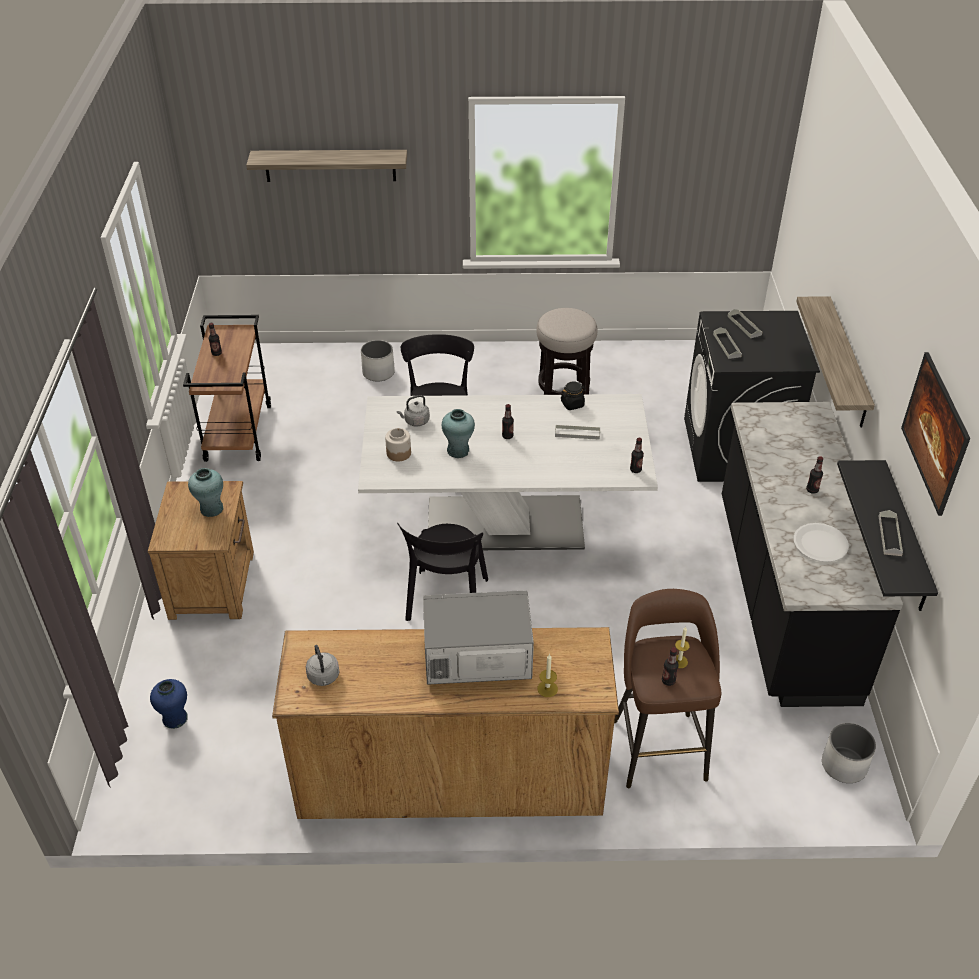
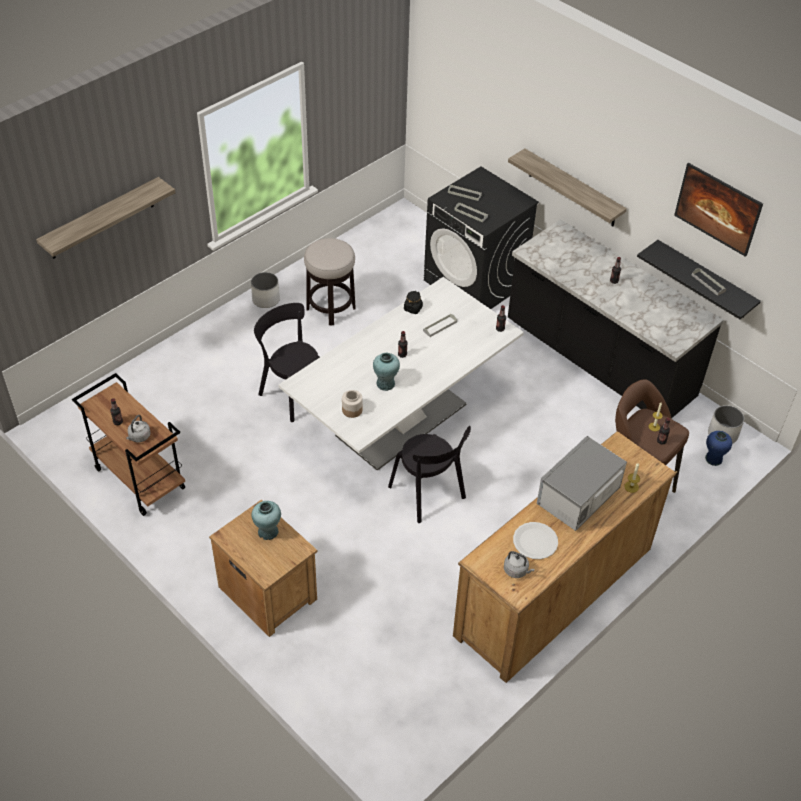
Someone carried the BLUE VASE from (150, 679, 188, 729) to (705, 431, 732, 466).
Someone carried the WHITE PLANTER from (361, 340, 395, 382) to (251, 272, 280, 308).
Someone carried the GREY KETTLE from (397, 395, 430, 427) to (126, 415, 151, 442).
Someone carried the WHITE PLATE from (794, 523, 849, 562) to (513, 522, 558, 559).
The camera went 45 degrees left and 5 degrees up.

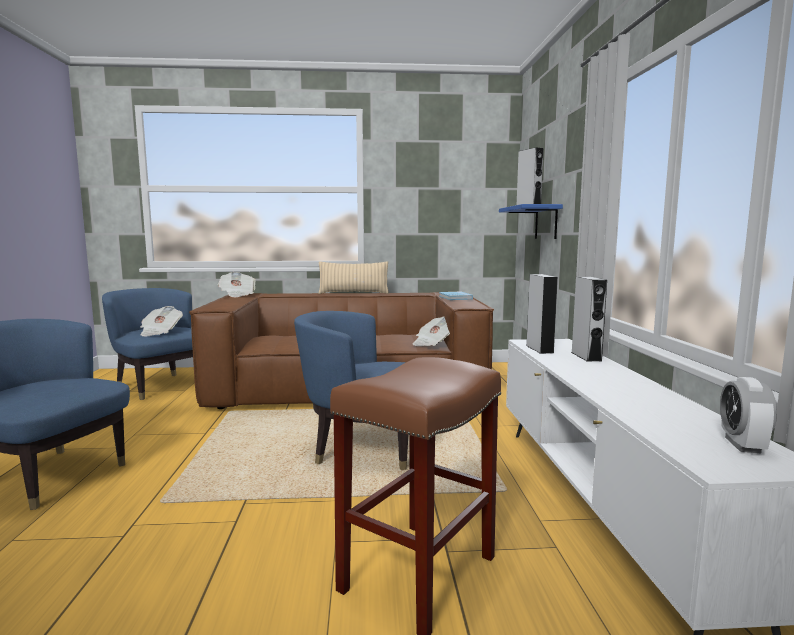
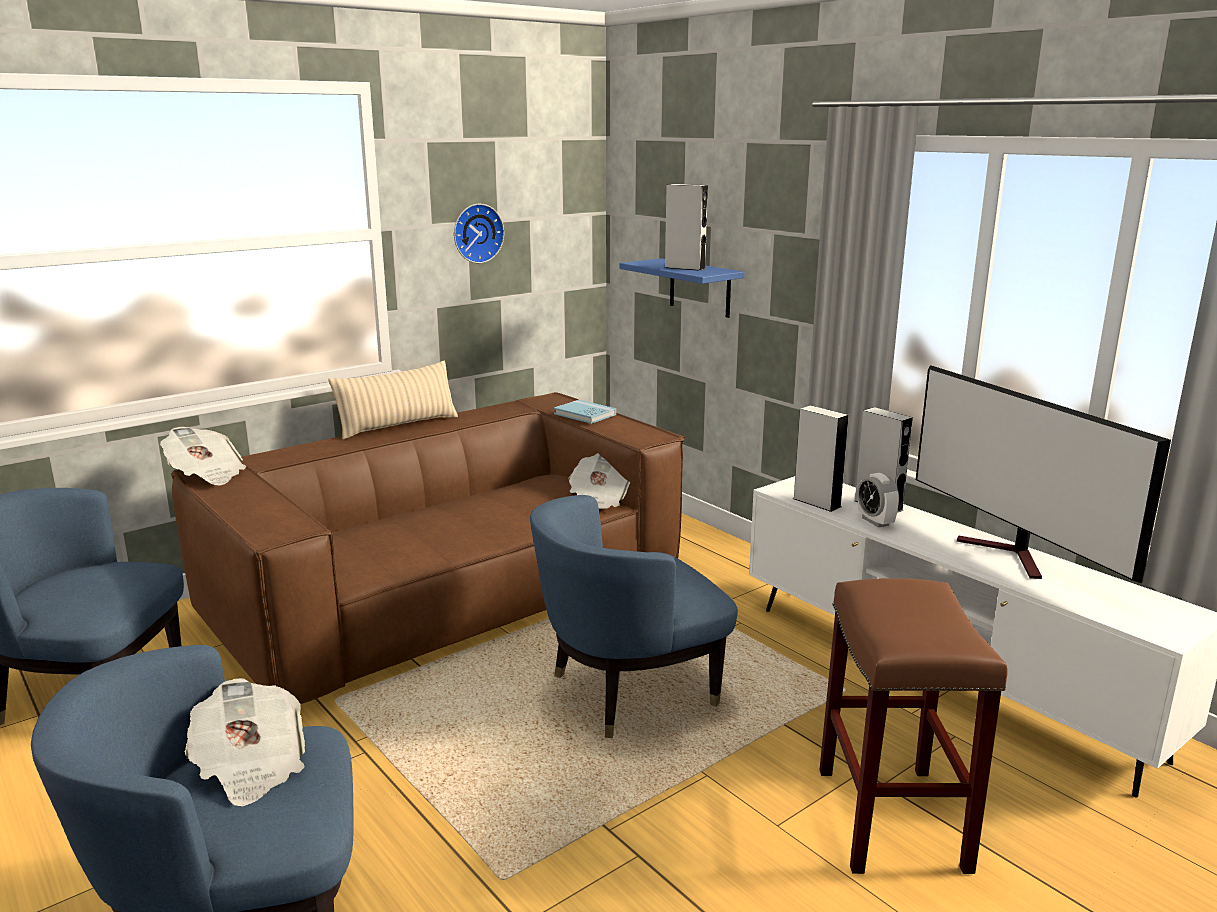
Someone put up the WALL CLOCK at (454, 204, 504, 263).
Someone put down the TELEVISION at (916, 365, 1171, 583).
Someone carried the NEWSPAPER from (140, 306, 183, 336) to (185, 678, 305, 806).
Someone carried the ALARM CLOCK from (720, 377, 777, 453) to (858, 473, 899, 528).
The camera went 35 degrees left and 10 degrees up.

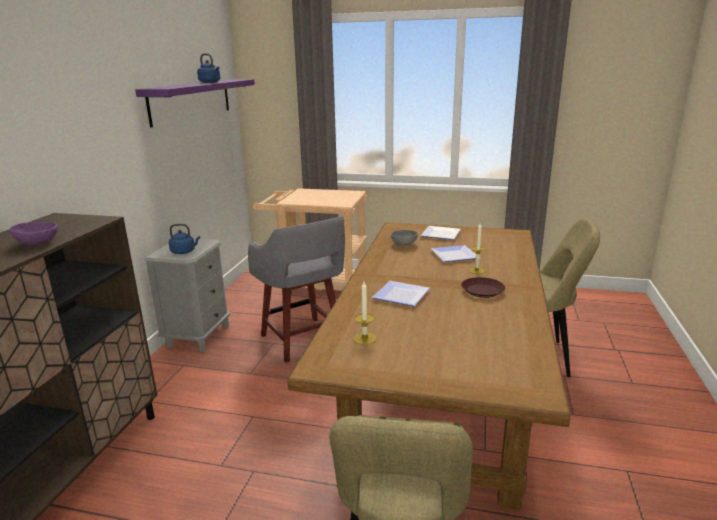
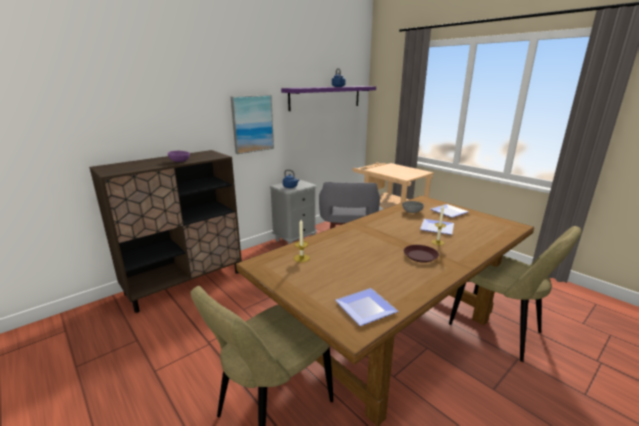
Someone put up the PICTURE at (230, 95, 274, 154).
Someone carried the PLATE from (372, 281, 430, 306) to (335, 288, 398, 326).
The camera went 35 degrees right and 0 degrees up.

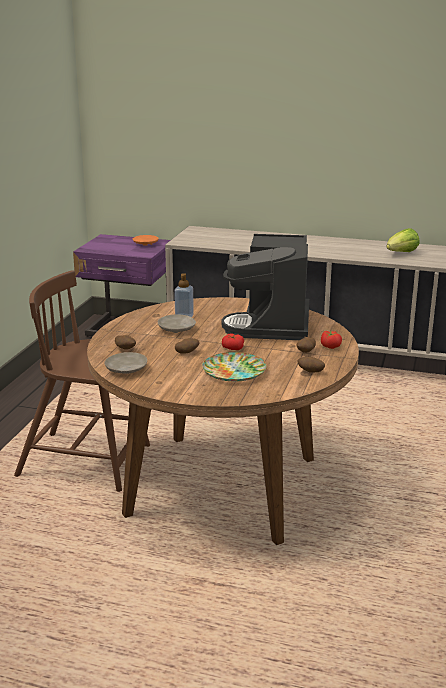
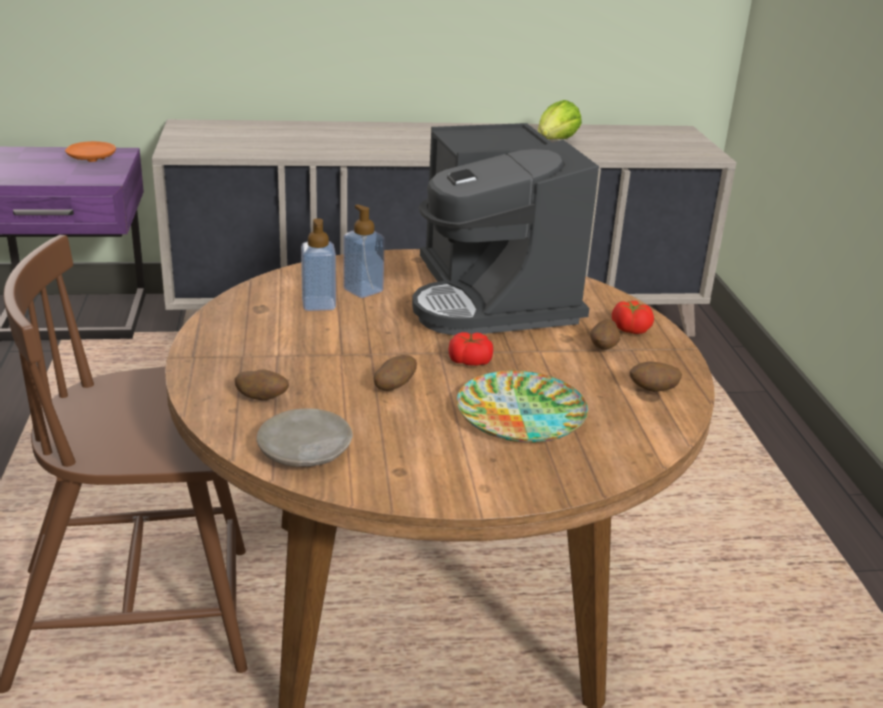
Someone took away the BEIGE PLATE at (158, 314, 196, 333).
Someone put down the SOAP DISPENSER at (343, 204, 385, 298).
The camera went 25 degrees left and 5 degrees up.

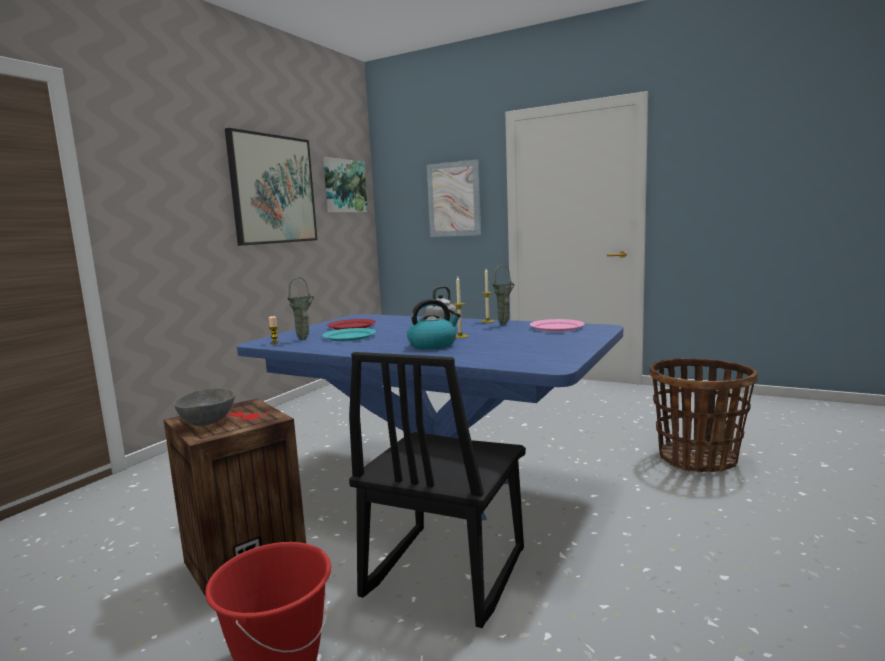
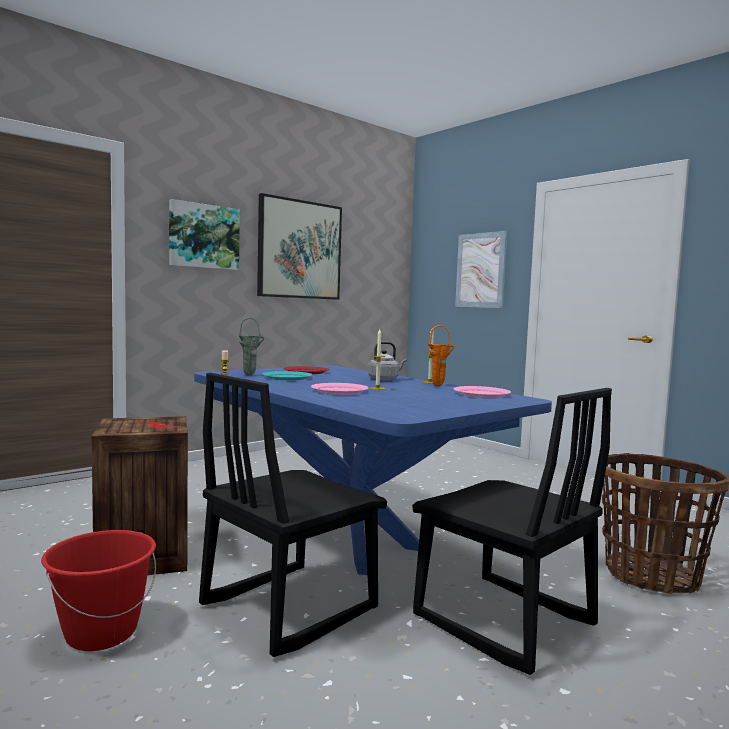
Someone took away the GREY BOWL at (174, 388, 235, 426).
Someone put down the BLACK CHAIR at (412, 388, 612, 675).
Someone carried the PICTURE from (323, 157, 368, 213) to (169, 199, 240, 270).
Someone swapped the KETTLE at (407, 299, 461, 350) for the PINK PLATE at (311, 383, 369, 395).
Someone repainted the GREEN VASE at (492, 265, 514, 325), which became the ORANGE VASE at (428, 325, 454, 386).
The camera went 20 degrees right and 5 degrees down.

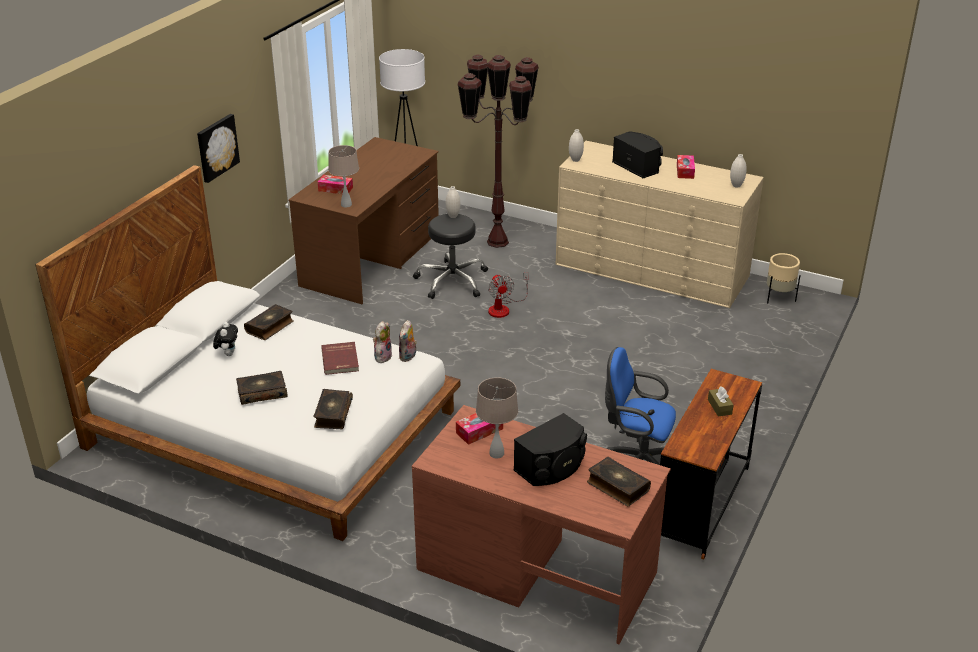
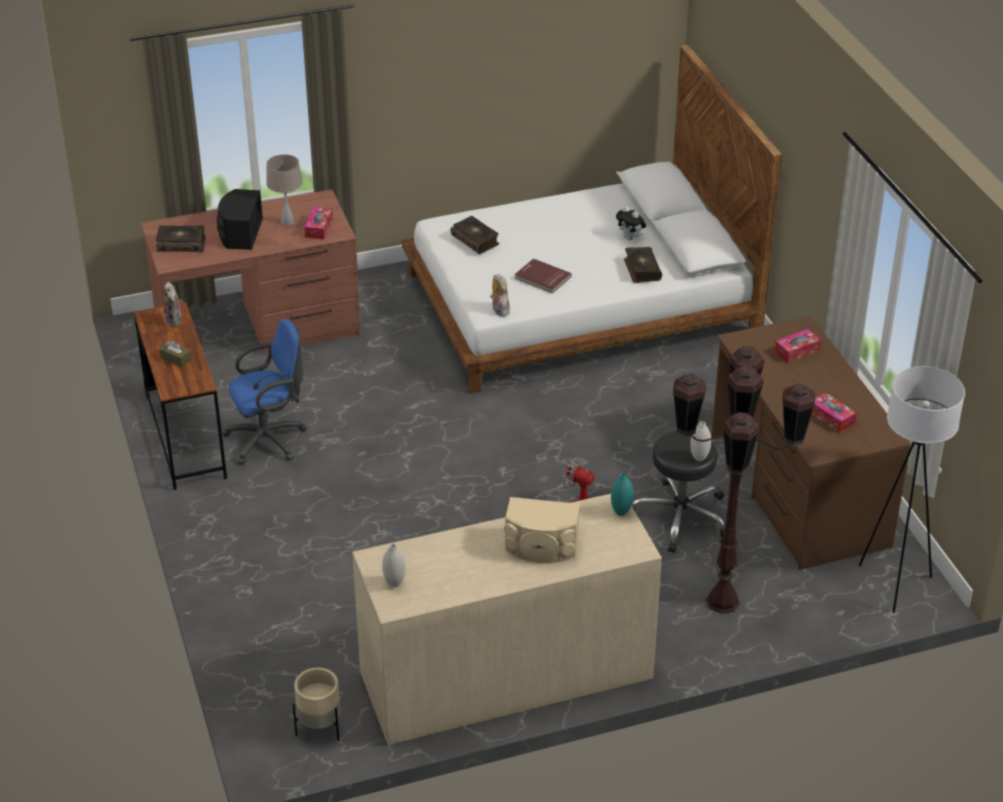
Someone took away the PICTURE at (197, 114, 240, 183).
Someone took away the BOOK at (236, 371, 288, 405).
Someone took away the BEIGE TABLE LAMP at (328, 145, 359, 208).
Someone carried the PLUSH TOY from (373, 321, 392, 363) to (164, 282, 183, 327).
Someone carried the TISSUE BOX from (677, 155, 695, 179) to (812, 392, 856, 433).
Someone repainted the WHITE VASE at (569, 129, 584, 162), which became the TURQUOISE VASE at (611, 473, 633, 516).
Someone repainted the BLACK SPEAKER at (612, 131, 663, 178), which became the BEIGE SPEAKER at (504, 497, 580, 563).
The camera went 135 degrees right and 5 degrees up.

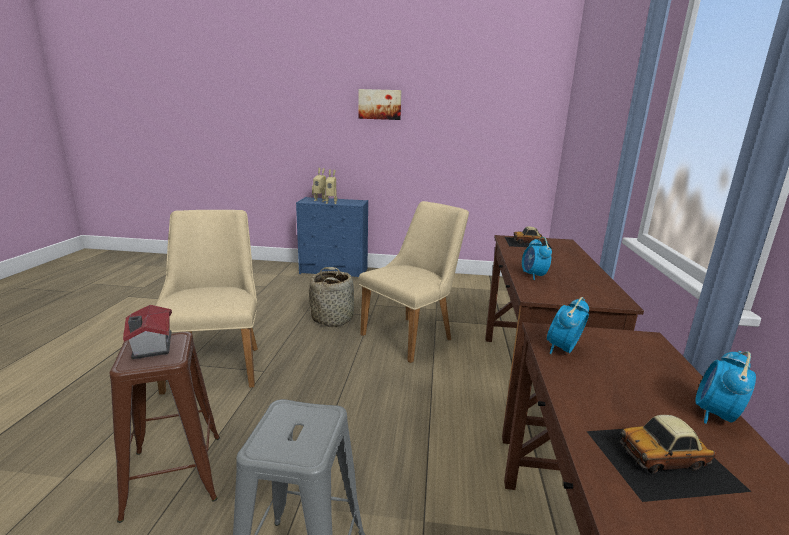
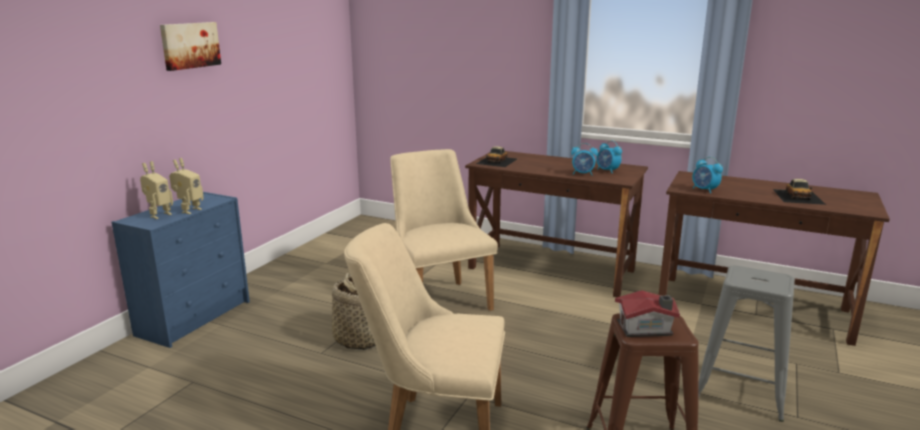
Someone carried the ALARM CLOCK from (695, 351, 756, 424) to (596, 140, 622, 173).
The camera went 70 degrees left and 0 degrees up.

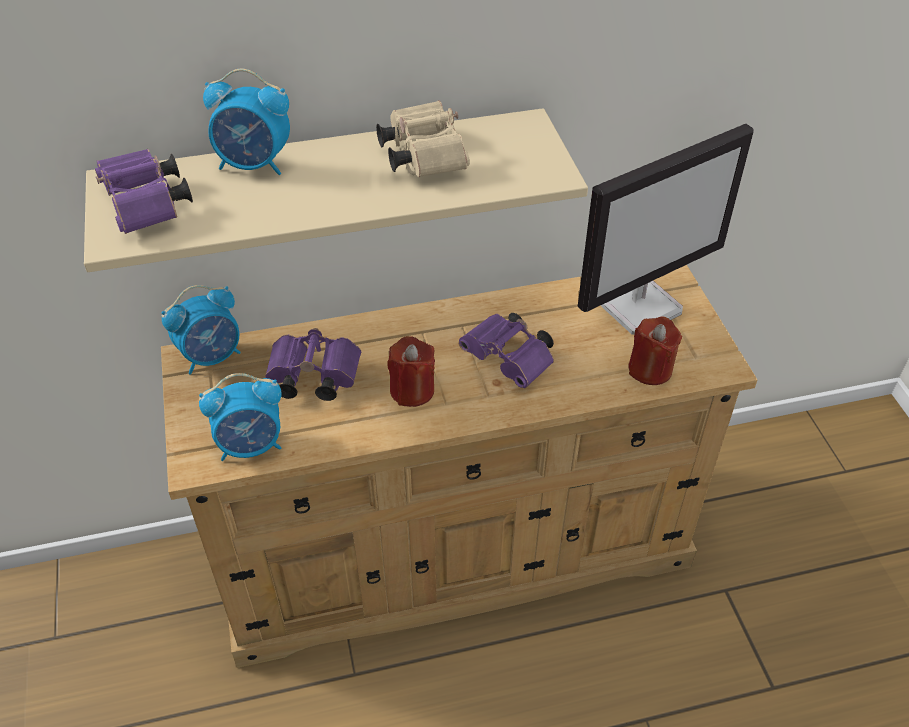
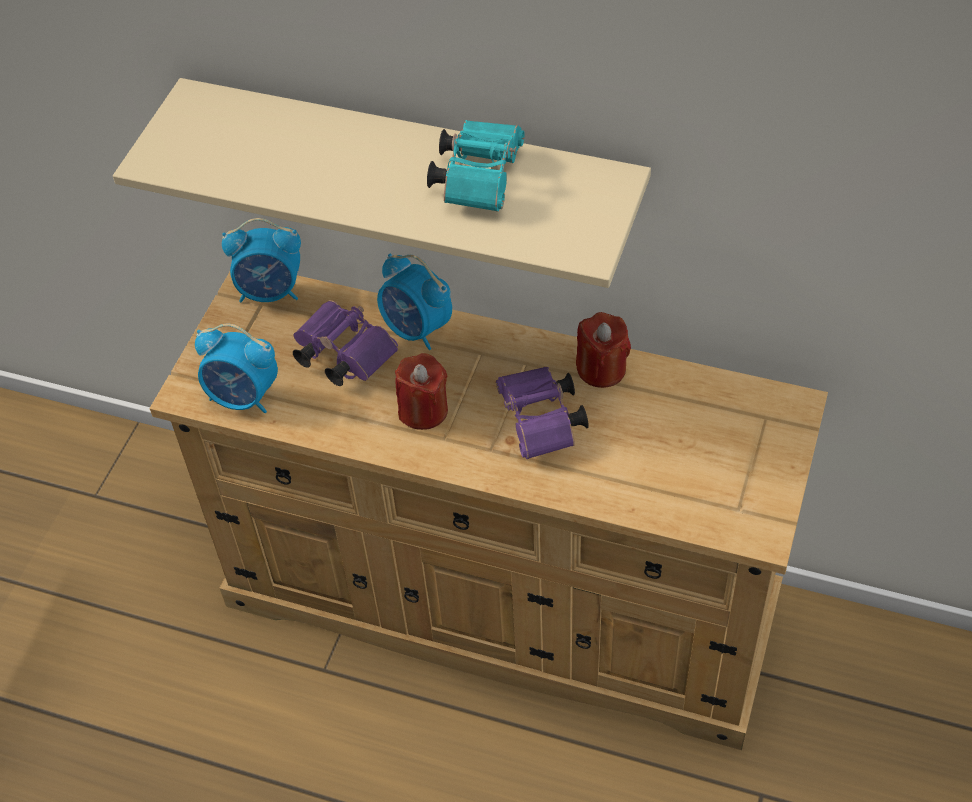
Someone took away the PURPLE BINOCULARS at (95, 149, 193, 234).
Someone took away the MONITOR at (578, 124, 754, 335).
Someone carried the ALARM CLOCK from (203, 68, 290, 175) to (377, 254, 452, 350).
Someone carried the RED CANDLE from (628, 317, 682, 385) to (576, 312, 631, 388).
Someone repainted the BEIGE BINOCULARS at (376, 100, 470, 177), which became the TURQUOISE BINOCULARS at (427, 120, 525, 212).
The camera went 35 degrees right and 5 degrees up.

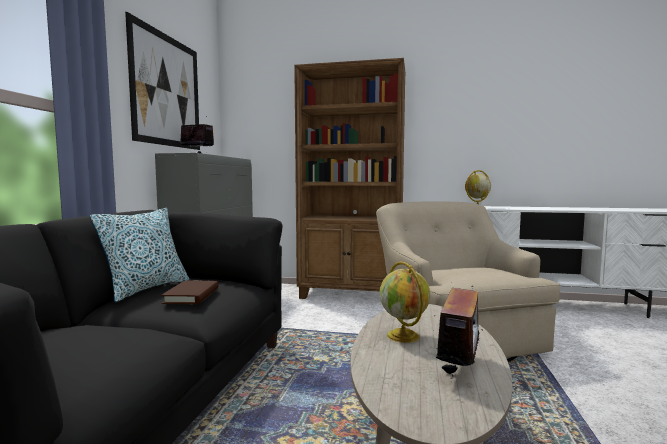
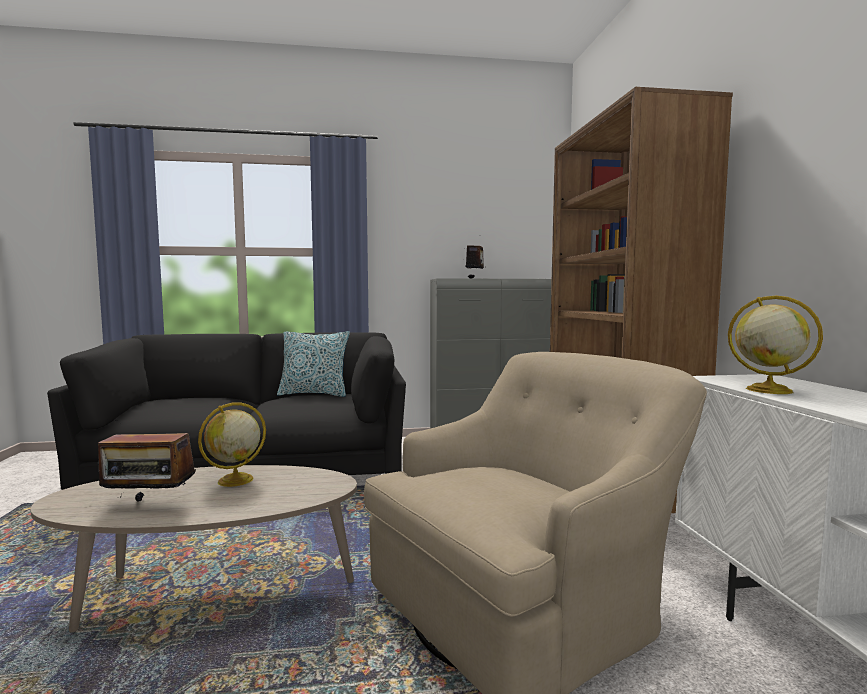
Someone took away the PICTURE at (125, 12, 200, 150).
Someone took away the BROWN BOOK at (161, 280, 219, 304).
The camera went 70 degrees right and 0 degrees up.

